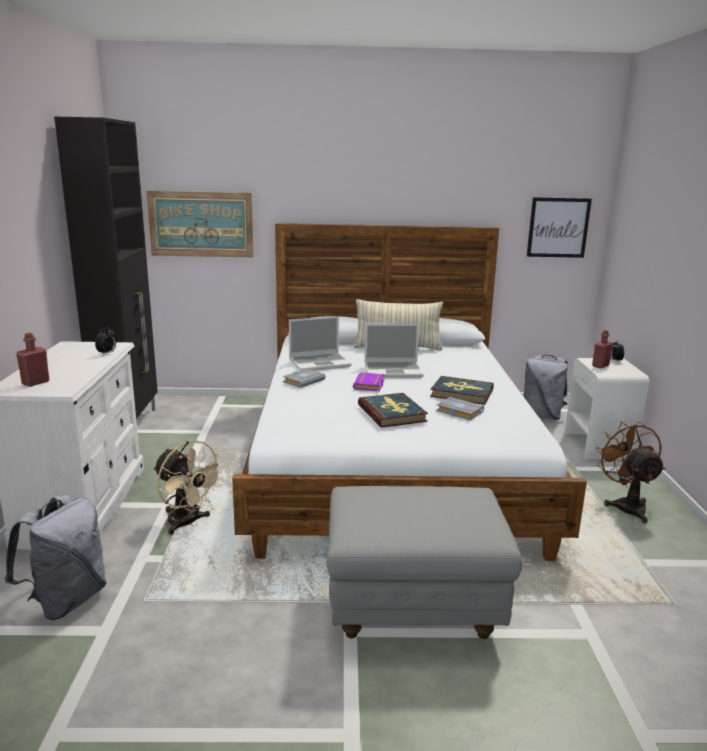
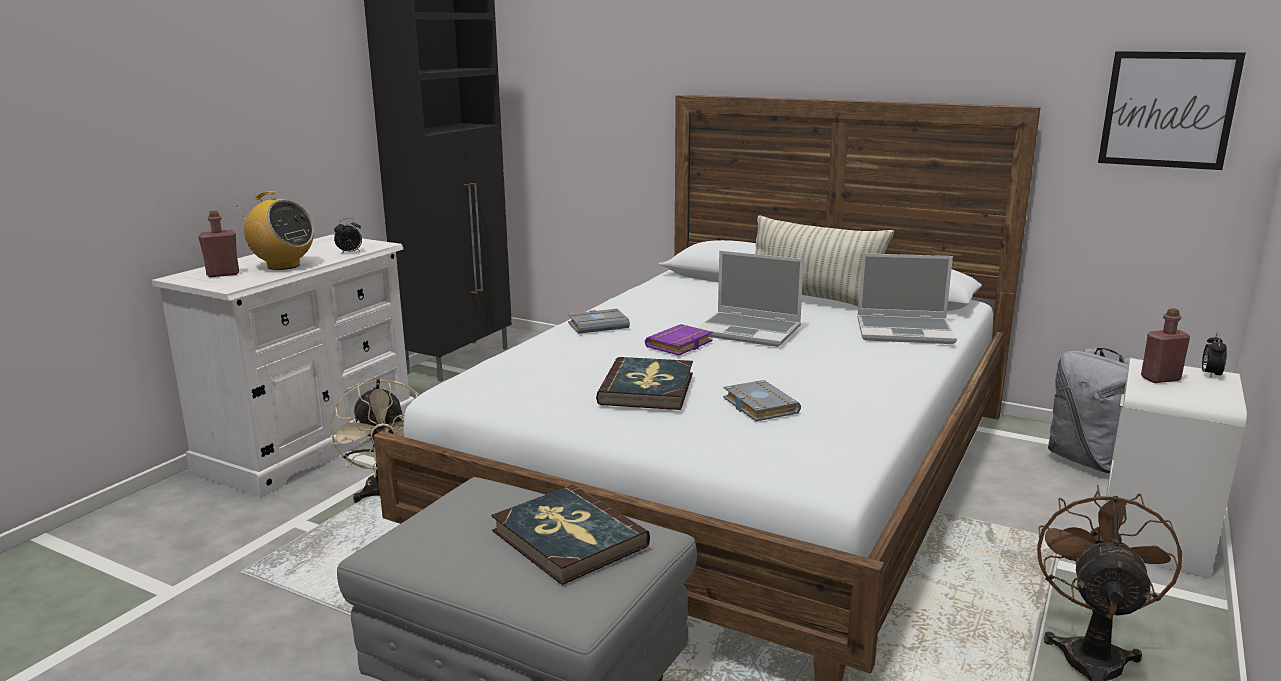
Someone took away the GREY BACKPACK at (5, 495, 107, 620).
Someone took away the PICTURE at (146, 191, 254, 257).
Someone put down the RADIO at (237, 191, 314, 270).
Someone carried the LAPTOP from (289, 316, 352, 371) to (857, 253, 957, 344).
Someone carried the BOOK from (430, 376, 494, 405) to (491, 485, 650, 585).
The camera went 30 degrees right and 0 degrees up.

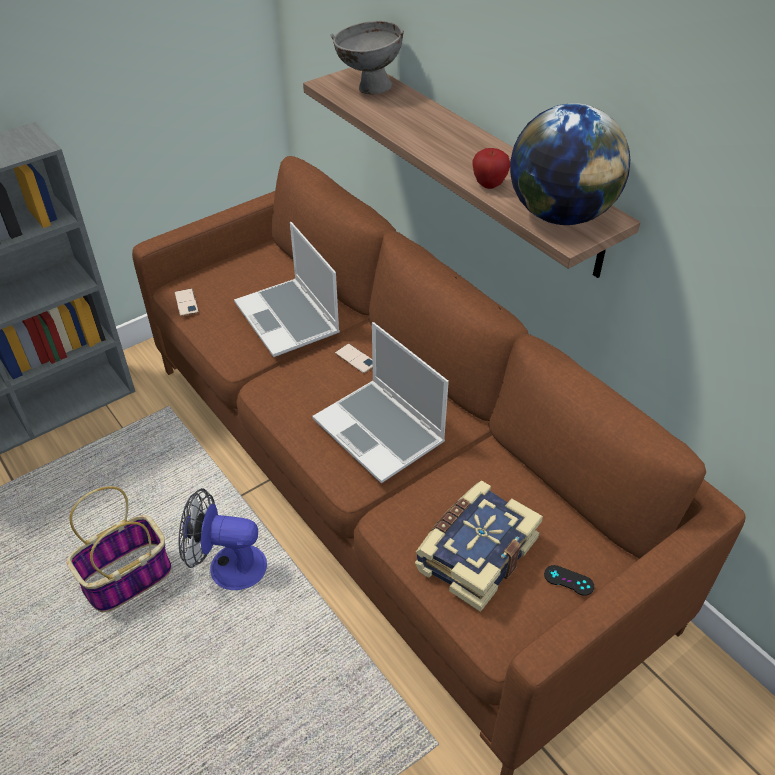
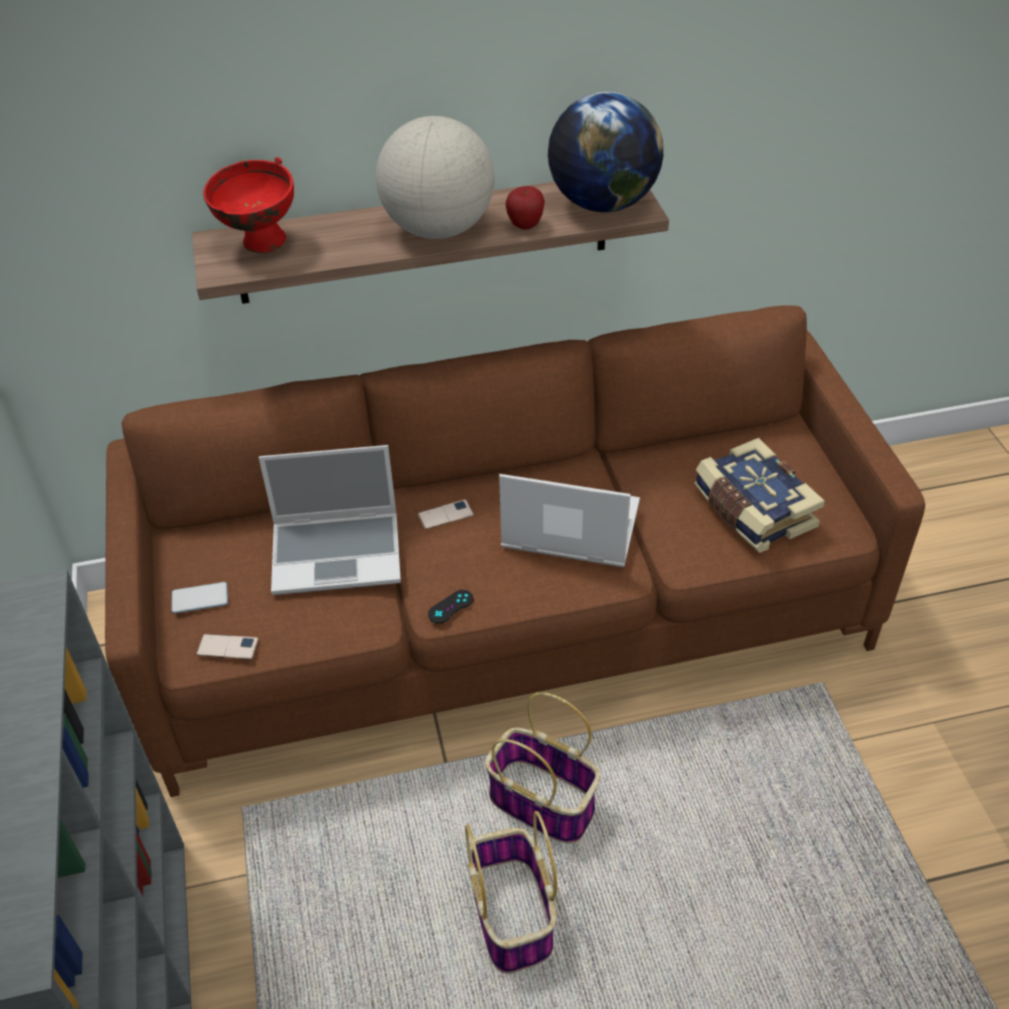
Someone put down the PHONE at (172, 582, 228, 614).
Someone put down the GLOBE at (376, 116, 494, 239).
Someone carried the BLACK GAME CONTROLLER from (544, 565, 594, 596) to (428, 590, 473, 623).
Someone swapped the FAN at (179, 488, 267, 590) for the BASKET at (485, 692, 600, 844).
Someone repainted the GREY BOWL at (330, 21, 404, 95), which became the RED BOWL at (203, 157, 294, 254).
Someone rotated the LAPTOP at (312, 322, 449, 483) by 150 degrees counterclockwise.
The camera went 65 degrees left and 0 degrees up.

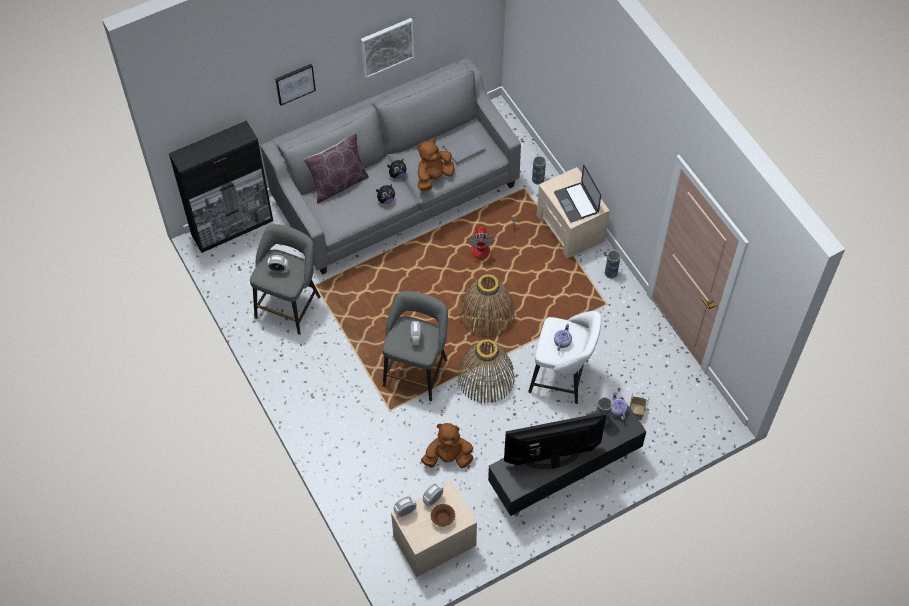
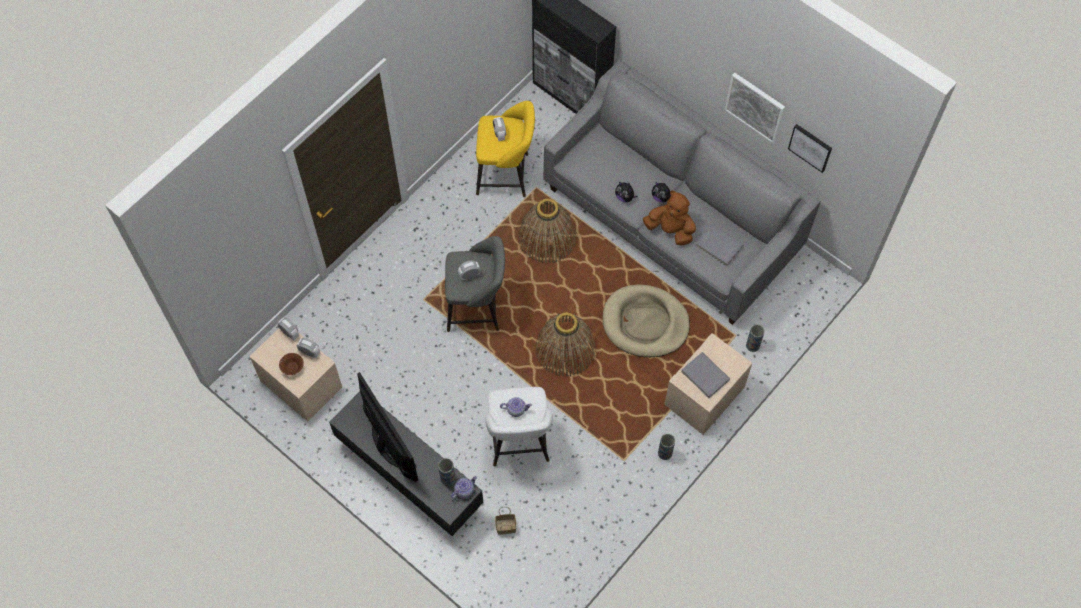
Someone took away the BROWN PILLOW at (304, 133, 369, 203).
Someone took away the BROWN PLUSH TOY at (421, 423, 473, 468).
Someone carried the PICTURE from (275, 64, 316, 105) to (788, 124, 832, 173).
Someone carried the BASKET from (457, 339, 515, 404) to (518, 198, 576, 263).
Someone swapped the FAN at (469, 217, 517, 259) for the BEIGE DOG BED at (603, 284, 690, 357).
Someone swapped the LAPTOP at (554, 165, 601, 222) for the GREY BOOK at (681, 352, 730, 398).
Someone repainted the GREY STOOL at (250, 224, 321, 335), which became the YELLOW STOOL at (476, 101, 535, 197).
The camera went 70 degrees right and 5 degrees up.

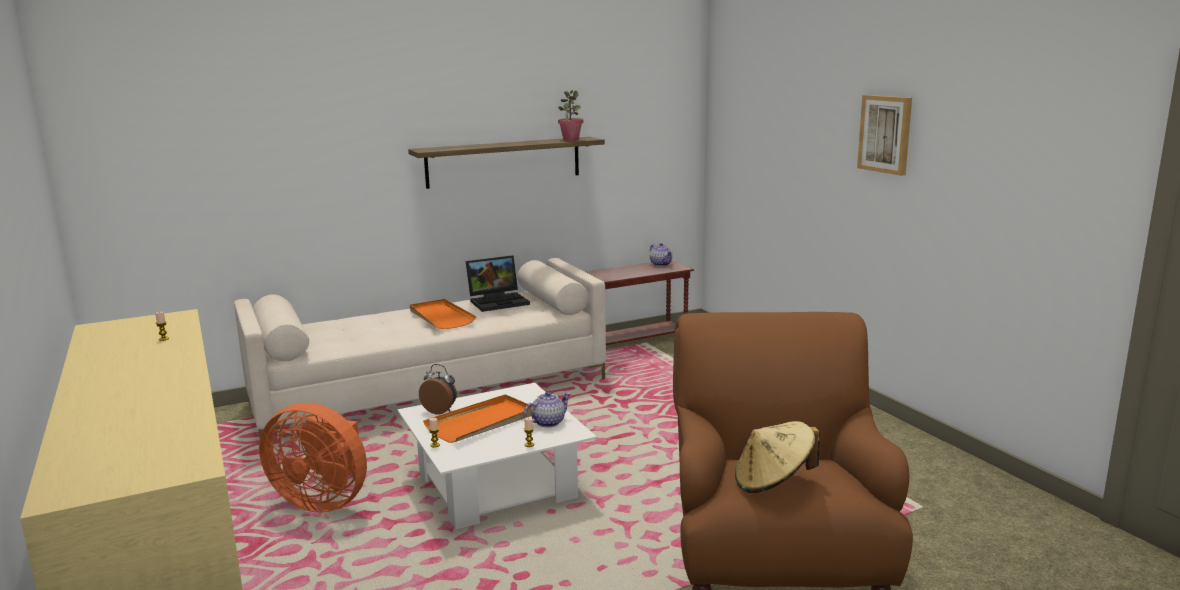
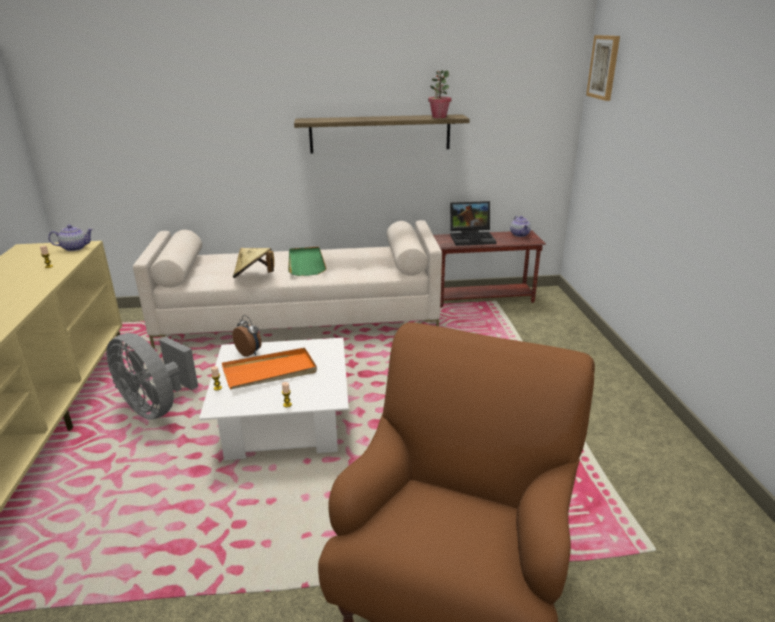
Someone carried the LAPTOP from (466, 255, 530, 312) to (450, 201, 497, 246).
Someone carried the TEAPOT from (524, 391, 571, 427) to (48, 225, 93, 251).
Someone carried the BEIGE HAT from (735, 421, 820, 493) to (233, 248, 274, 278).
Someone carried the PICTURE from (857, 95, 912, 176) to (586, 35, 620, 101).
Someone repainted the ORANGE FAN at (259, 403, 367, 513), which became the GREY FAN at (106, 333, 198, 420).
Someone repainted the ORANGE TRAY at (410, 299, 476, 329), which became the GREEN TRAY at (288, 247, 326, 276).
The camera went 20 degrees right and 10 degrees up.

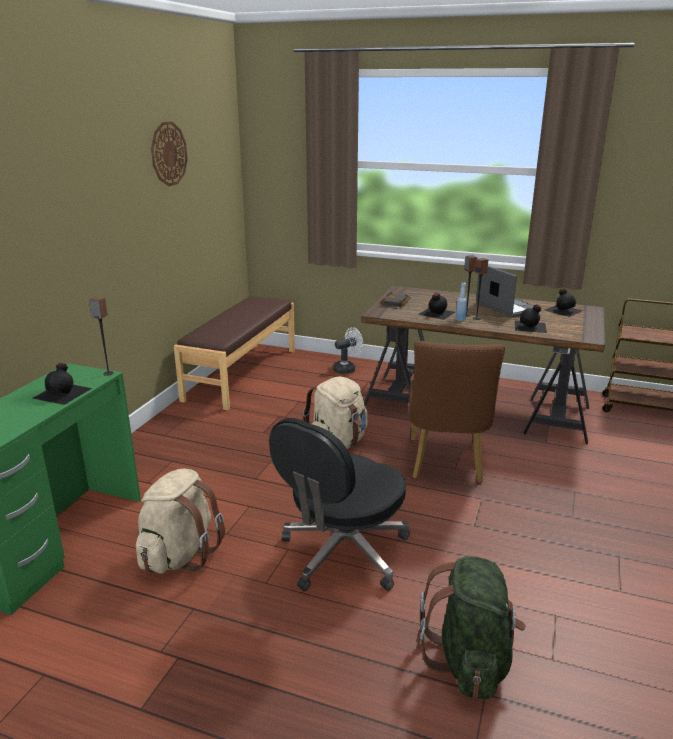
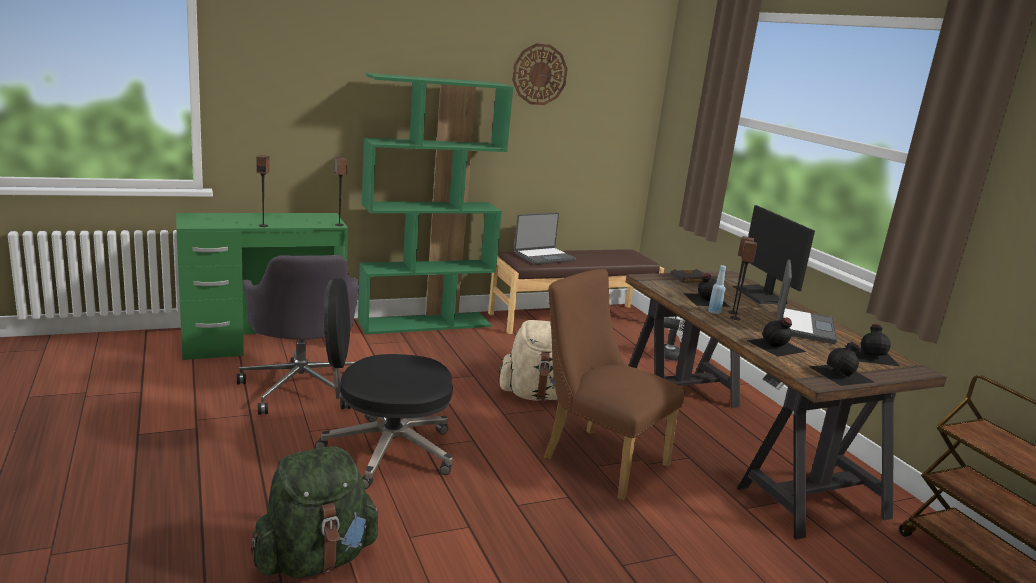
Someone put down the SPEAKER at (256, 155, 269, 227).
Someone put down the GREEN BOOKCASE at (358, 73, 513, 335).
Someone put down the LAPTOP at (514, 212, 576, 265).
Someone put down the MONITOR at (732, 205, 815, 304).
Someone carried the BLACK BOTTLE from (33, 363, 92, 405) to (809, 342, 874, 386).
Someone swapped the BEIGE BACKPACK at (136, 469, 225, 574) for the GREY OFFICE CHAIR at (237, 255, 359, 415).
Someone rotated the BROWN CHAIR at (409, 340, 505, 483) by 75 degrees clockwise.
The camera went 45 degrees right and 5 degrees down.

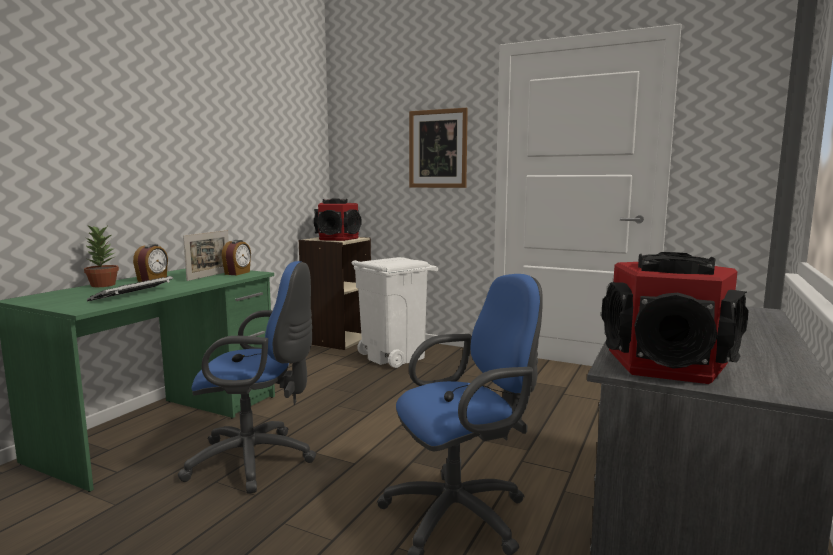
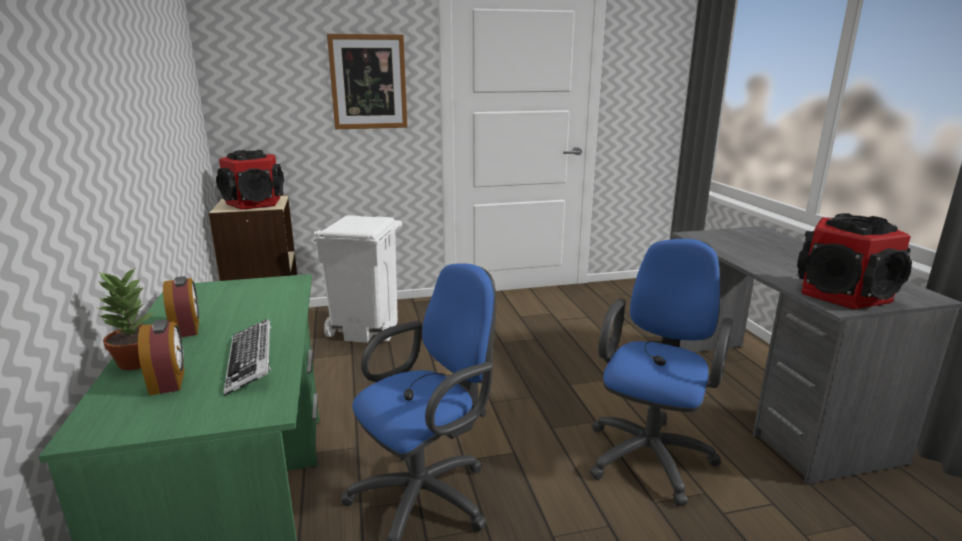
Someone took away the PICTURE FRAME at (183, 230, 229, 281).
Someone carried the ALARM CLOCK from (222, 240, 251, 275) to (138, 319, 185, 396).
The camera went 40 degrees left and 10 degrees up.

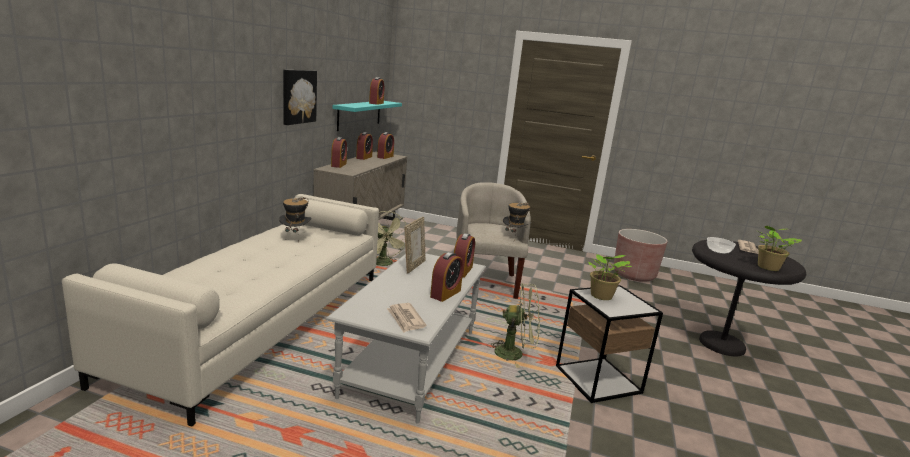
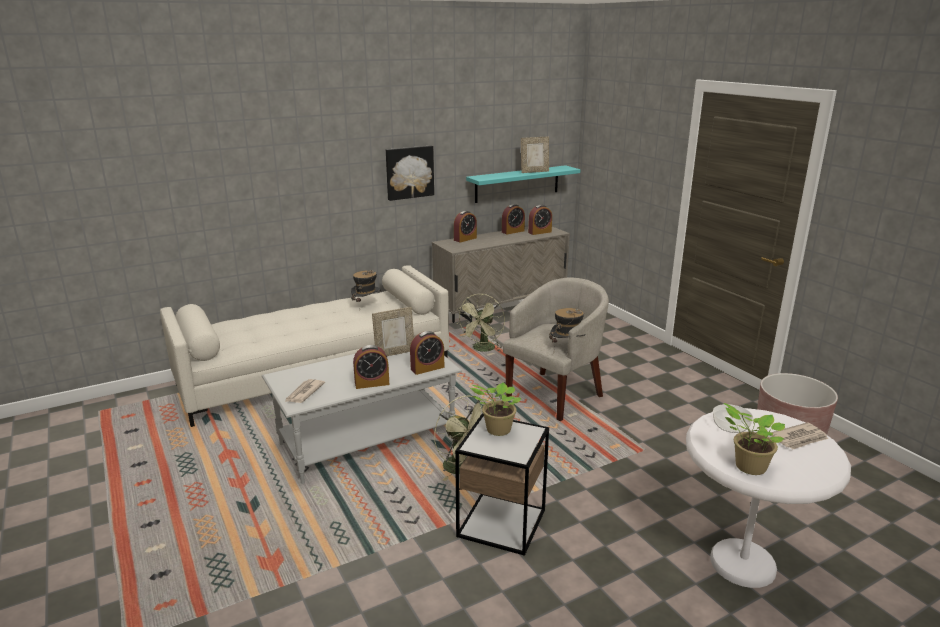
Someone swapped the ALARM CLOCK at (369, 77, 384, 105) for the PICTURE FRAME at (521, 137, 549, 173).
Someone repainted the BLACK SIDE TABLE at (692, 240, 807, 357), which became the WHITE SIDE TABLE at (686, 408, 851, 588).
The camera went 45 degrees right and 5 degrees up.

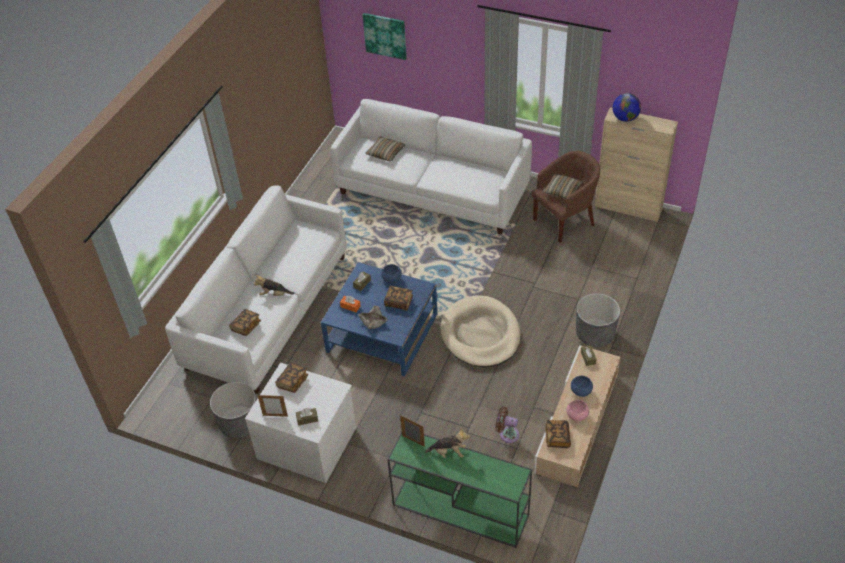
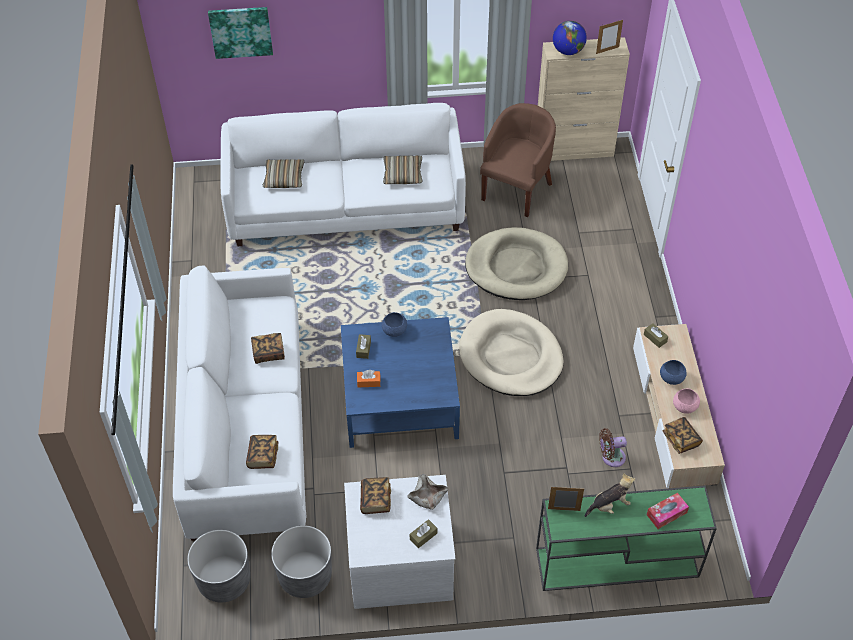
Someone took away the PLUSH TOY at (253, 275, 295, 296).
Someone put down the BEIGE DOG BED at (465, 227, 568, 300).
Someone put down the TISSUE BOX at (647, 493, 689, 529).
Someone carried the PICTURE FRAME from (258, 394, 288, 417) to (596, 20, 623, 54).
Someone carried the BEIGE BOWL from (358, 306, 388, 329) to (408, 474, 448, 510).
Someone carried the BOOK from (384, 286, 413, 311) to (251, 333, 285, 364).
Someone carried the PILLOW from (543, 173, 583, 199) to (383, 155, 423, 184).
Someone carried the GREY PLANTER from (576, 294, 620, 347) to (187, 530, 250, 602).
The camera went 30 degrees left and 5 degrees up.

